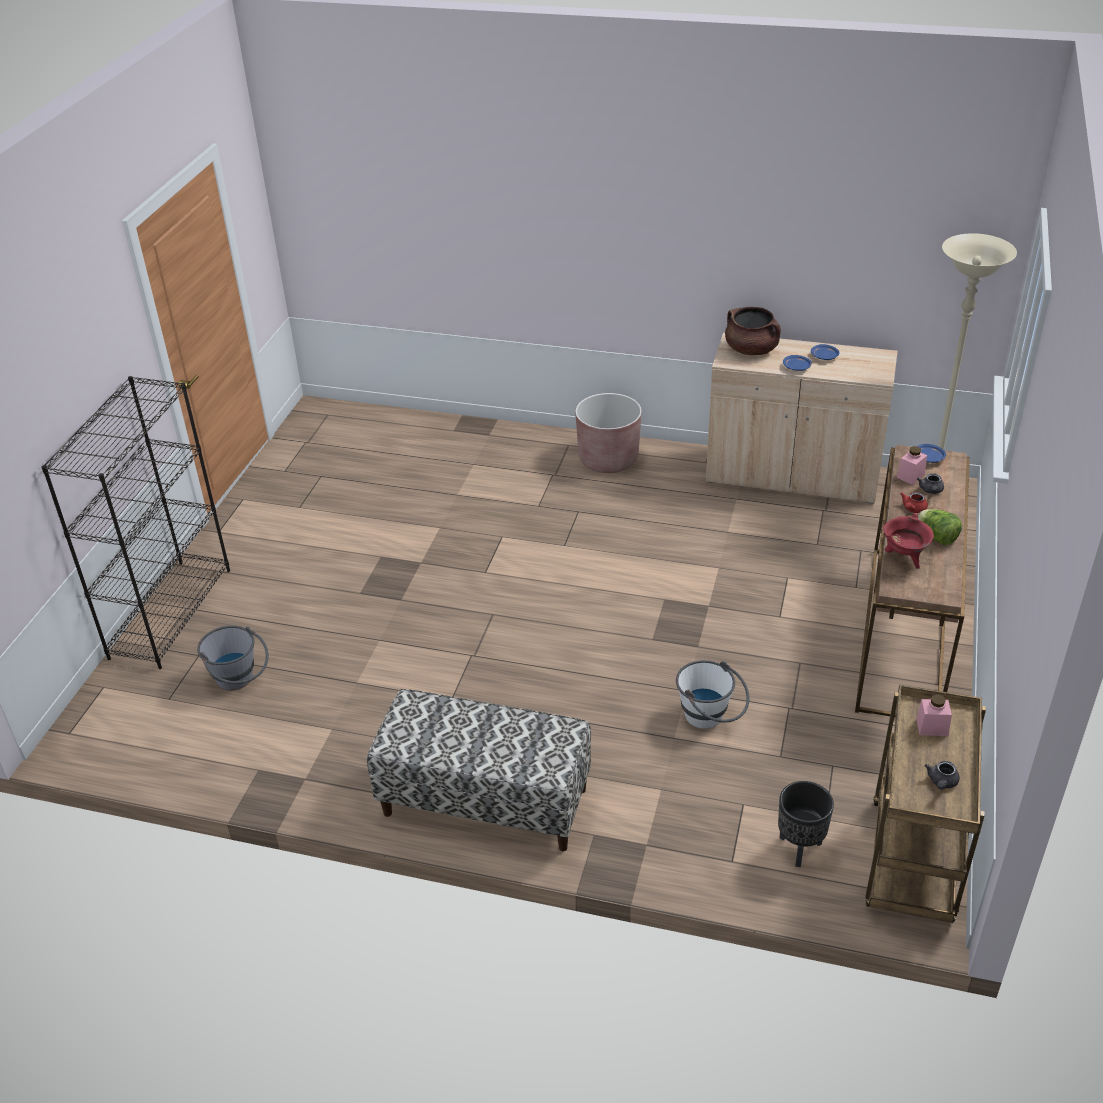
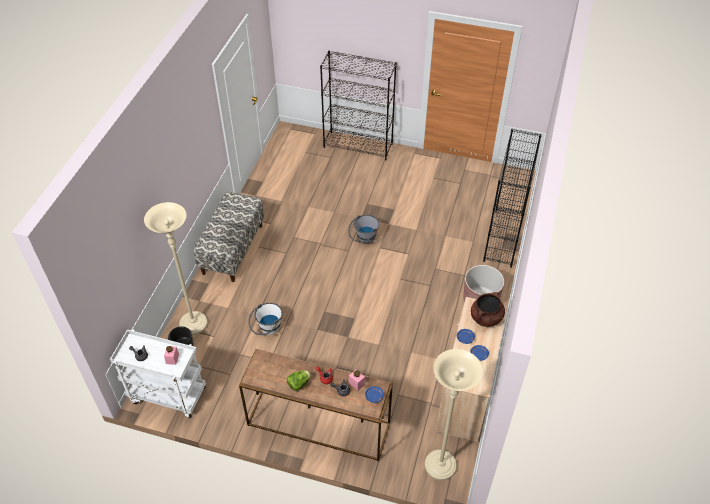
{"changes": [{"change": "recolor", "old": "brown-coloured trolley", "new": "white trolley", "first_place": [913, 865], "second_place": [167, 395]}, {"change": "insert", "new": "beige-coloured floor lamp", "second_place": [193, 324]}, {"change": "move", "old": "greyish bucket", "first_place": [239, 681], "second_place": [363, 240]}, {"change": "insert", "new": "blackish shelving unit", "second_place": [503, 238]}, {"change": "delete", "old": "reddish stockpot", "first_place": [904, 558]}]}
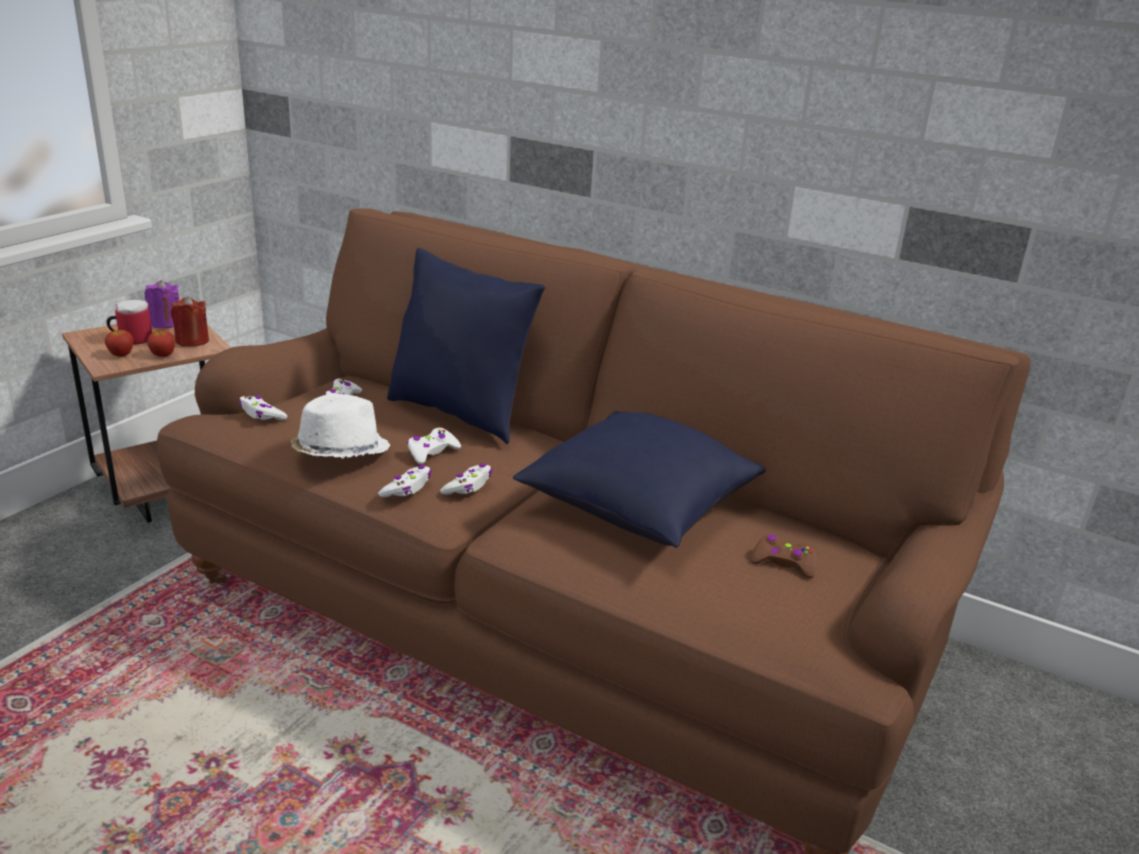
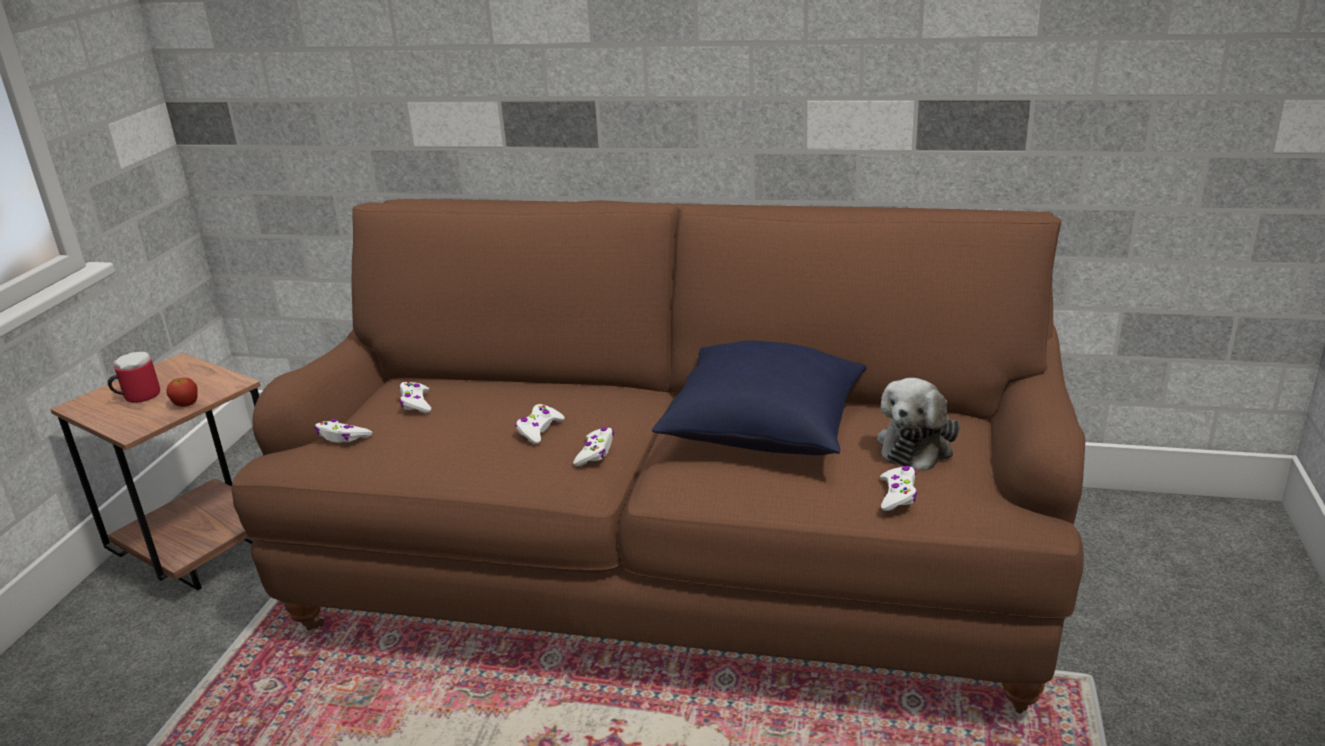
{"changes": [{"change": "replace", "old": "brown-coloured gamepad", "new": "cuddly toy", "first_place": [783, 563], "second_place": [918, 445]}, {"change": "move", "old": "white gamepad", "first_place": [407, 488], "second_place": [898, 495]}, {"change": "delete", "old": "whole apple", "first_place": [121, 354]}, {"change": "delete", "old": "purplish candle", "first_place": [166, 323]}, {"change": "delete", "old": "reddish candle", "first_place": [192, 341]}, {"change": "delete", "old": "white hat", "first_place": [339, 452]}, {"change": "delete", "old": "blue-coloured pillow", "first_place": [460, 413]}]}
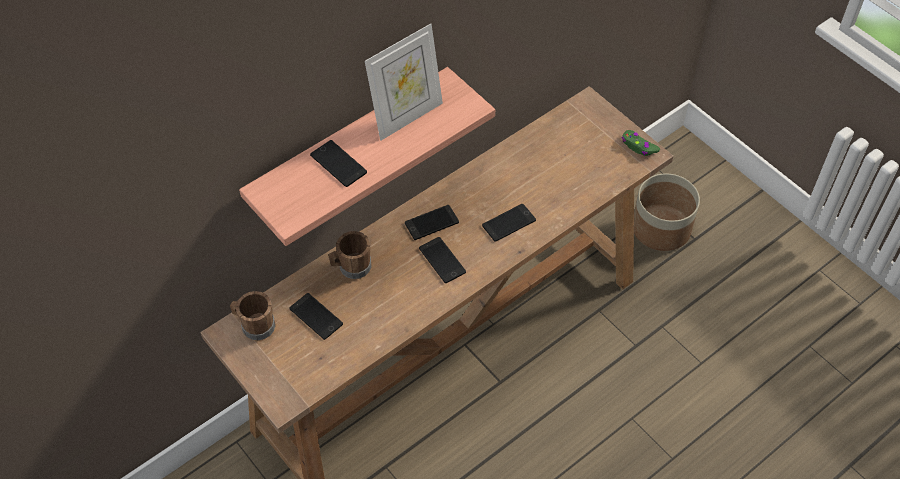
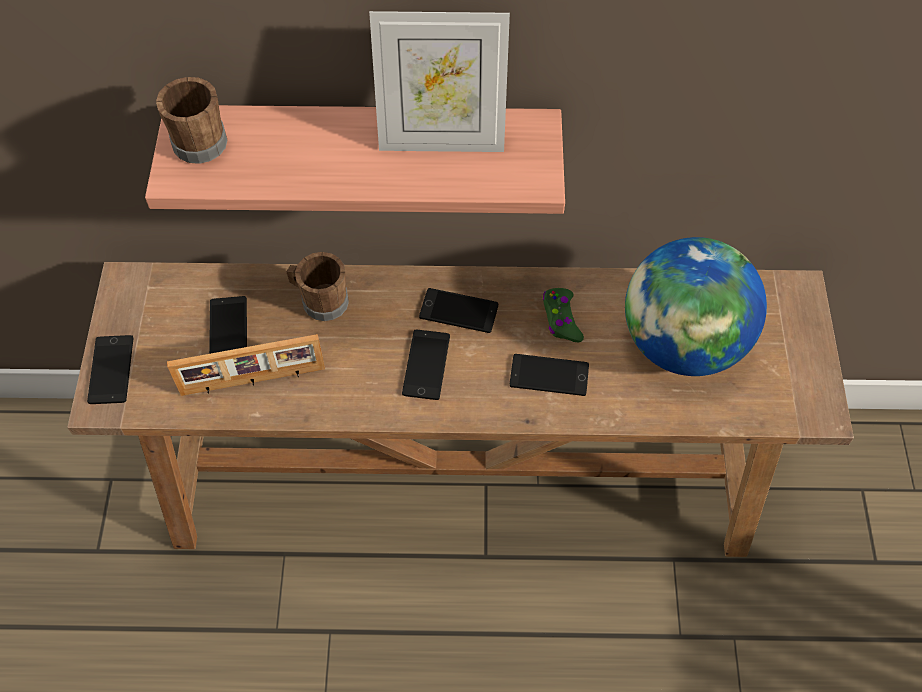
{"changes": [{"change": "move", "old": "handset", "first_place": [338, 164], "second_place": [111, 370]}, {"change": "move", "old": "brown-coloured mug", "first_place": [255, 325], "second_place": [197, 138]}, {"change": "insert", "new": "picture frame", "second_place": [253, 381]}, {"change": "move", "old": "greenish gamepad", "first_place": [638, 146], "second_place": [561, 319]}, {"change": "insert", "new": "world globe", "second_place": [682, 343]}, {"change": "delete", "old": "plant pot", "first_place": [660, 228]}]}
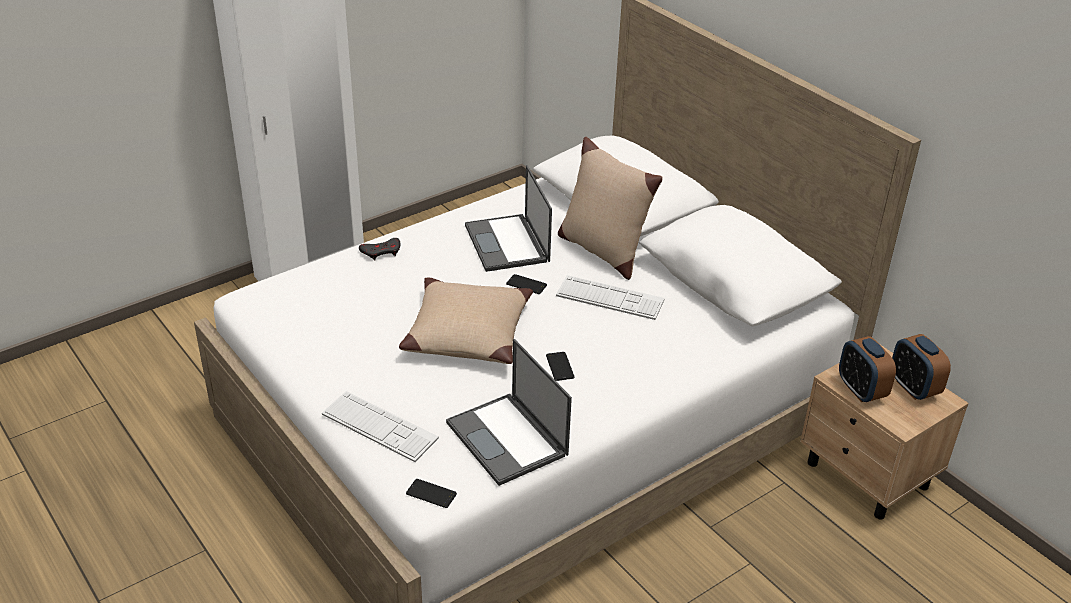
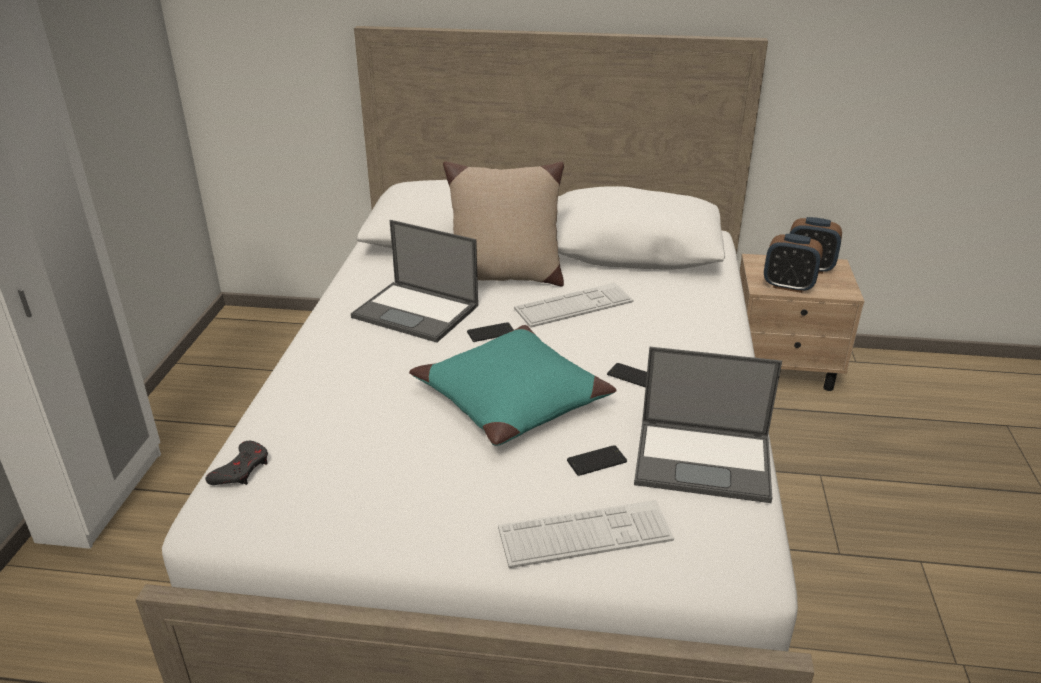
{"changes": [{"change": "move", "old": "greyish gamepad", "first_place": [381, 252], "second_place": [241, 469]}, {"change": "recolor", "old": "beige-coloured pillow", "new": "blue-green pillow", "first_place": [466, 333], "second_place": [511, 399]}, {"change": "move", "old": "handset", "first_place": [431, 494], "second_place": [597, 461]}]}
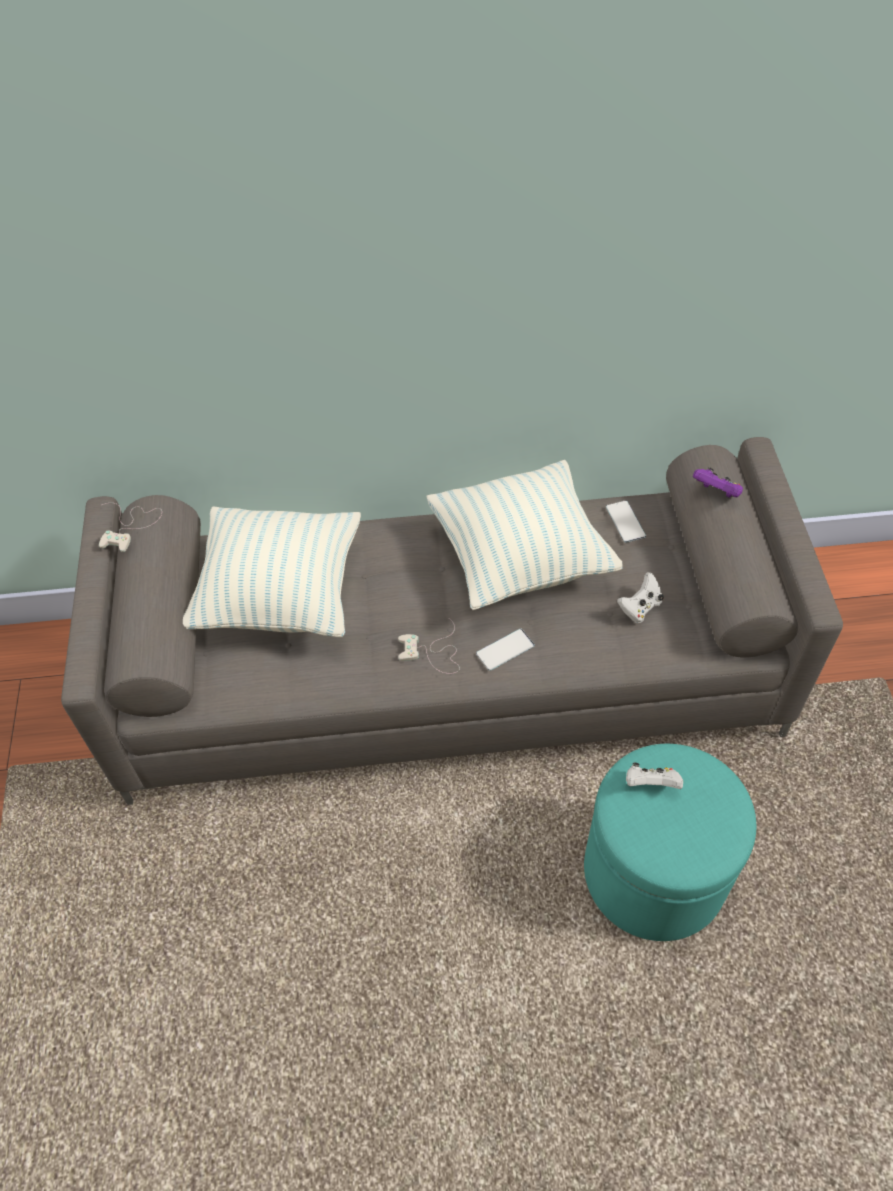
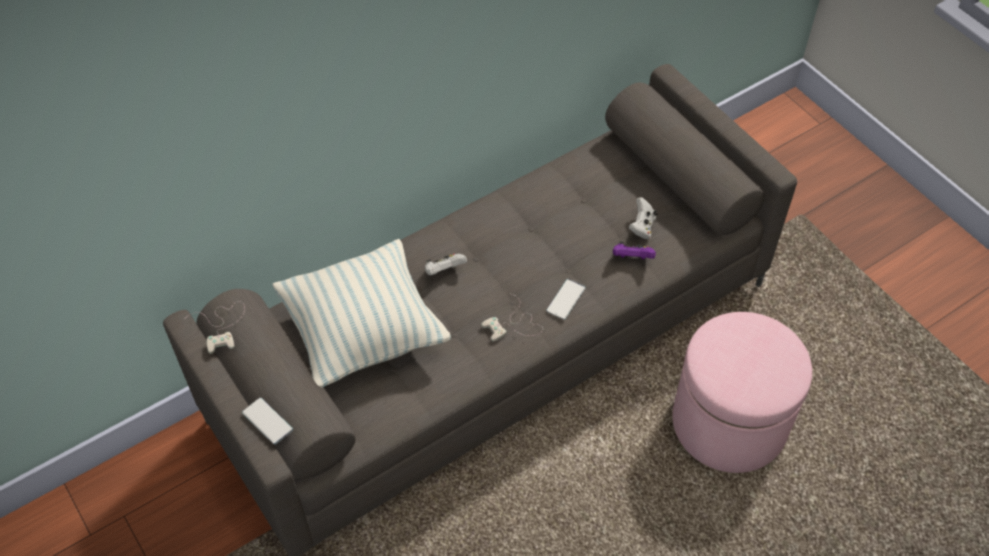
{"changes": [{"change": "move", "old": "handset", "first_place": [625, 522], "second_place": [267, 421]}, {"change": "move", "old": "white gamepad", "first_place": [651, 784], "second_place": [444, 271]}, {"change": "move", "old": "purplish gamepad", "first_place": [716, 492], "second_place": [632, 258]}, {"change": "recolor", "old": "blue-green ottoman", "new": "pink ottoman", "first_place": [654, 872], "second_place": [729, 422]}, {"change": "delete", "old": "pillow", "first_place": [520, 558]}]}
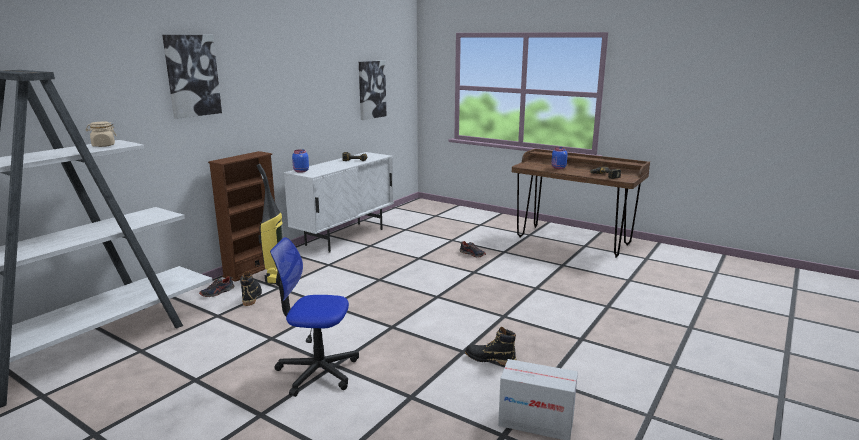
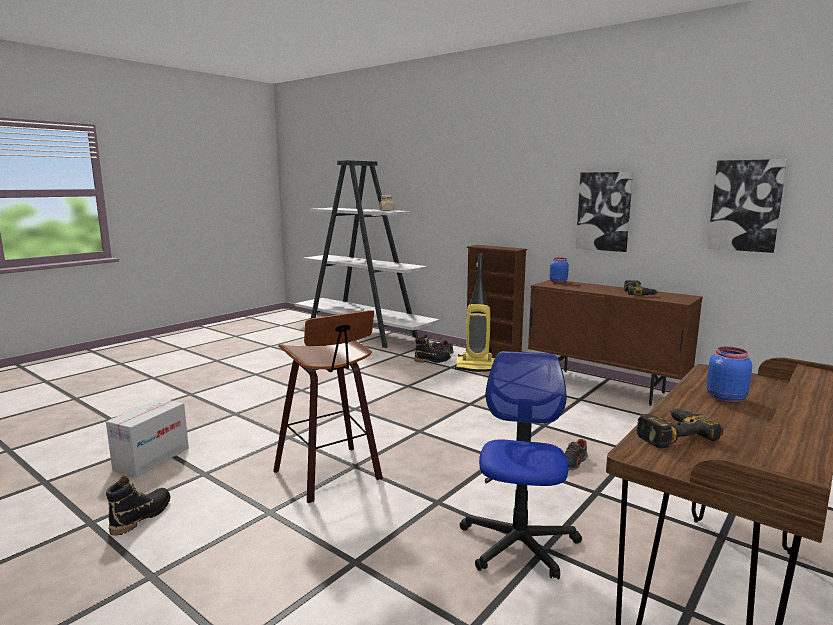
{"changes": [{"change": "move", "old": "blackish high-top boot", "first_place": [490, 359], "second_place": [142, 516]}, {"change": "insert", "new": "stool", "second_place": [332, 475]}, {"change": "move", "old": "desk chair", "first_place": [317, 371], "second_place": [518, 543]}, {"change": "recolor", "old": "white storage cabinet", "new": "brown-coloured storage cabinet", "first_place": [345, 237], "second_place": [604, 387]}, {"change": "move", "old": "picture", "first_place": [192, 75], "second_place": [604, 211]}]}
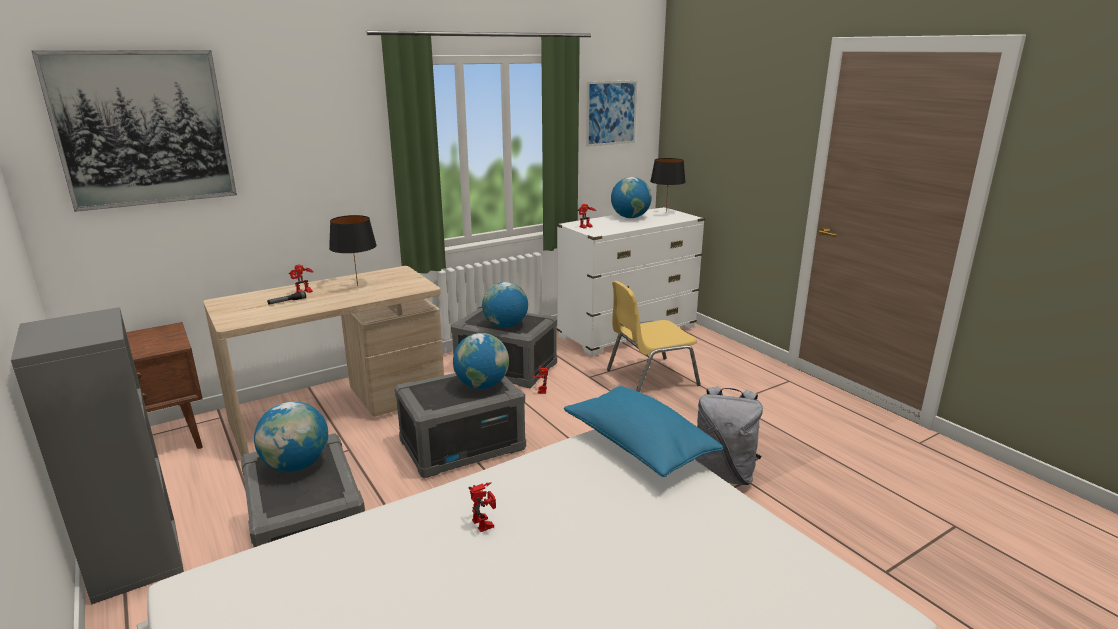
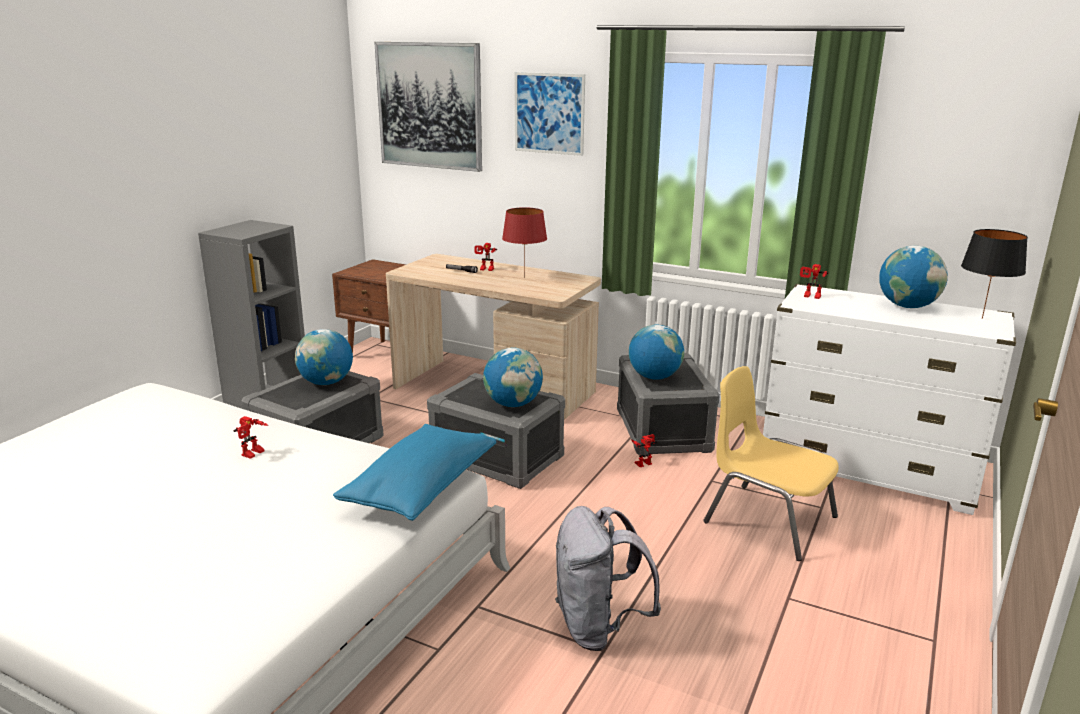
{"changes": [{"change": "recolor", "old": "blackish lamp for a table", "new": "reddish lamp for a table", "first_place": [357, 286], "second_place": [524, 278]}, {"change": "move", "old": "picture", "first_place": [611, 113], "second_place": [549, 113]}]}
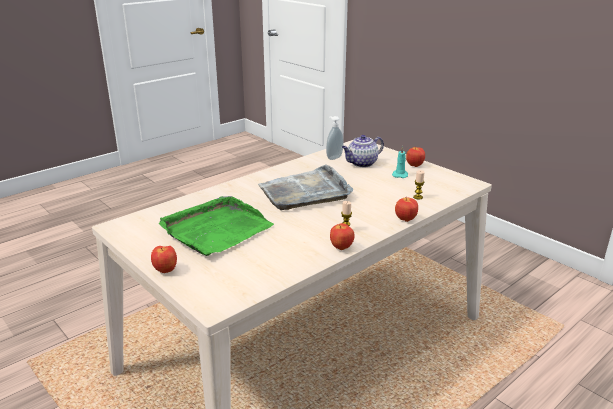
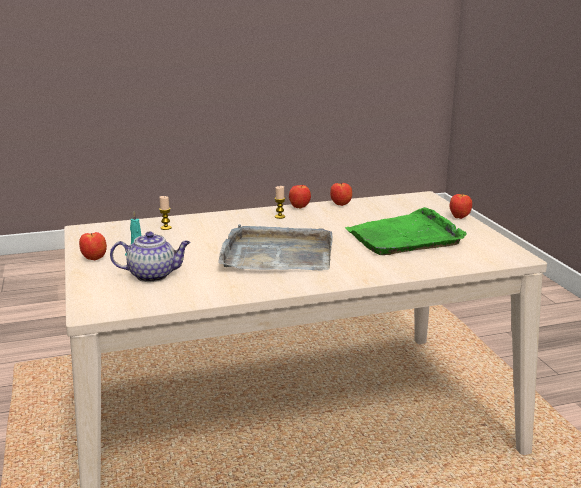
{"changes": [{"change": "move", "old": "whole apple", "first_place": [405, 219], "second_place": [341, 205]}, {"change": "delete", "old": "soap bottle", "first_place": [333, 157]}]}
